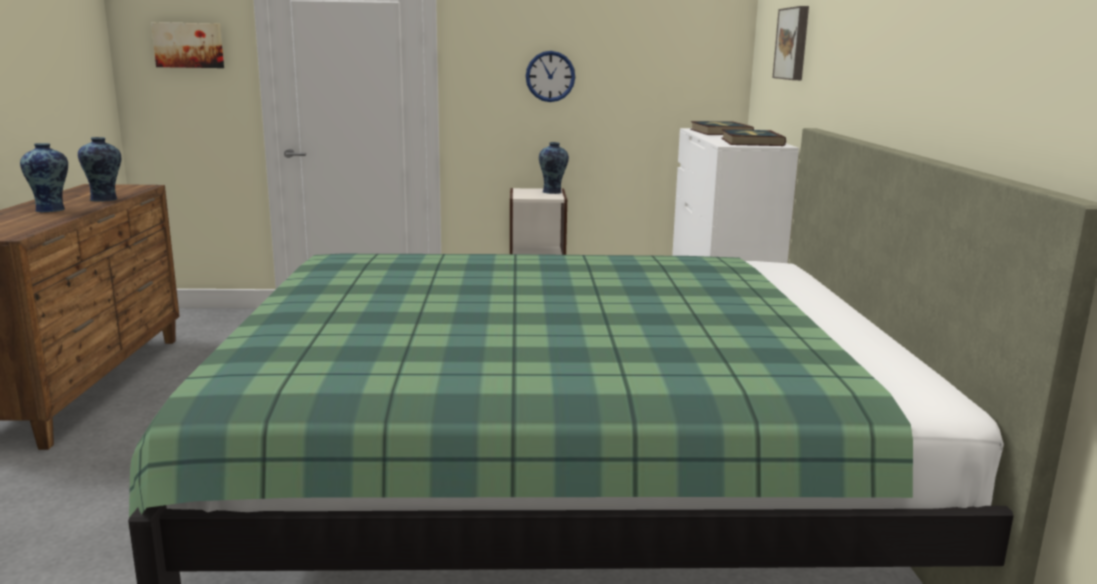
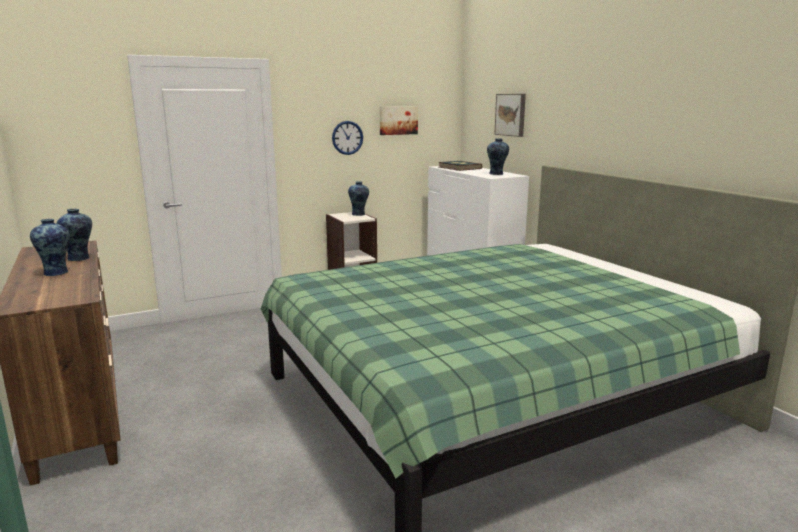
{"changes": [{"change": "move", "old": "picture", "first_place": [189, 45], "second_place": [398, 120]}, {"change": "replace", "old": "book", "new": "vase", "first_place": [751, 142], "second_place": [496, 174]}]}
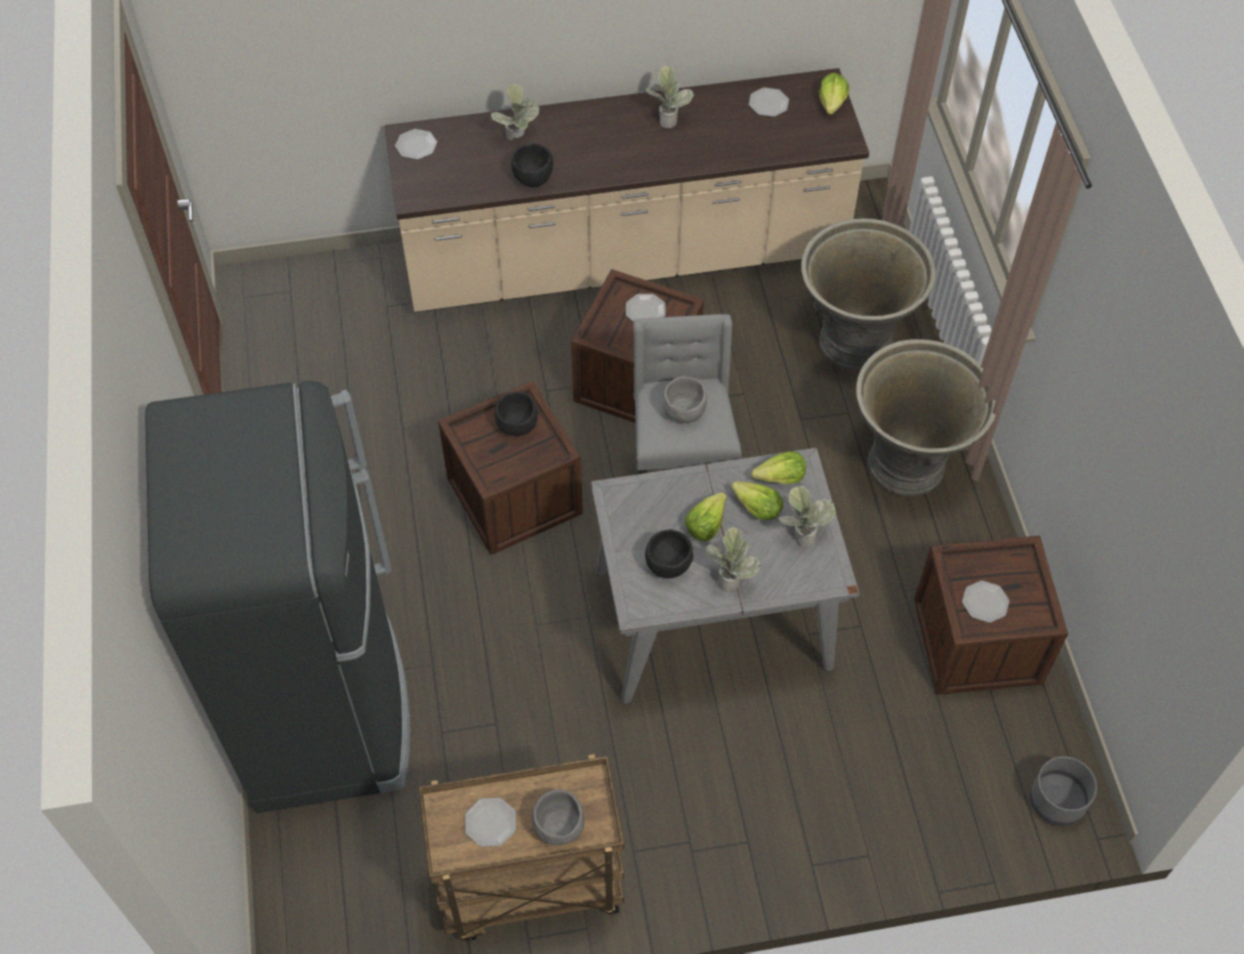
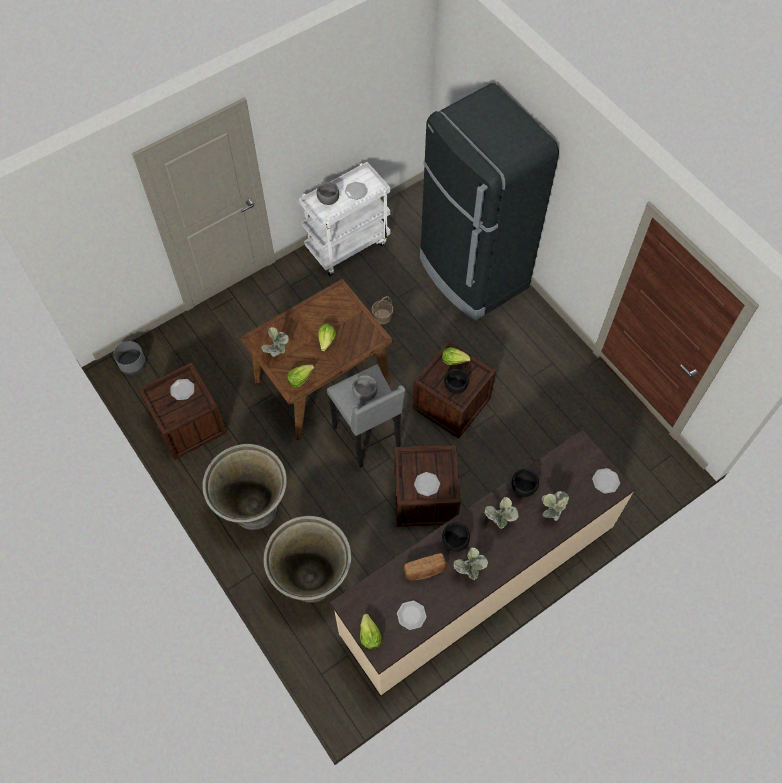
{"changes": [{"change": "recolor", "old": "greyish dinner table", "new": "brown-coloured dinner table", "first_place": [714, 618], "second_place": [321, 382]}, {"change": "recolor", "old": "brown-coloured trolley", "new": "white trolley", "first_place": [529, 886], "second_place": [348, 245]}, {"change": "insert", "new": "storage basket", "second_place": [382, 316]}, {"change": "insert", "new": "bread", "second_place": [425, 570]}, {"change": "move", "old": "lettuce head", "first_place": [756, 508], "second_place": [454, 360]}, {"change": "move", "old": "blackish serving bowl", "first_place": [669, 566], "second_place": [454, 541]}, {"change": "move", "old": "plant in a pot", "first_place": [730, 578], "second_place": [499, 522]}]}
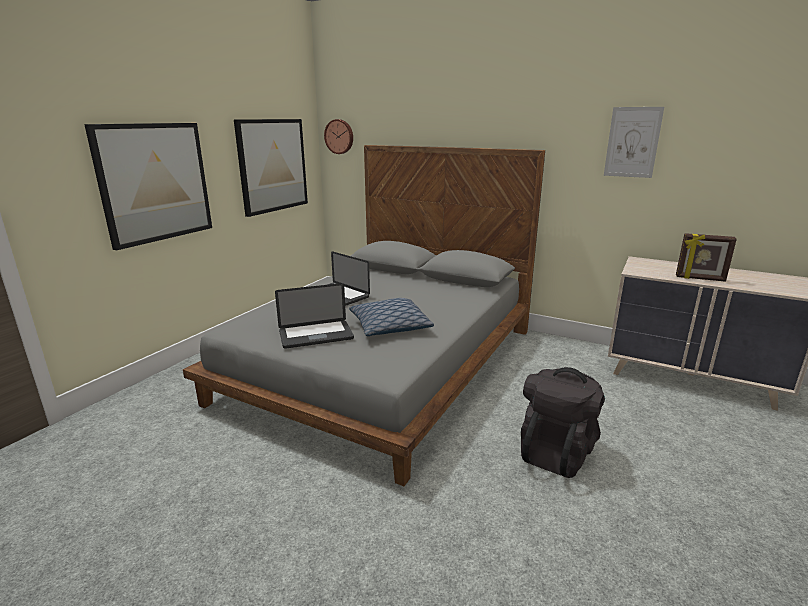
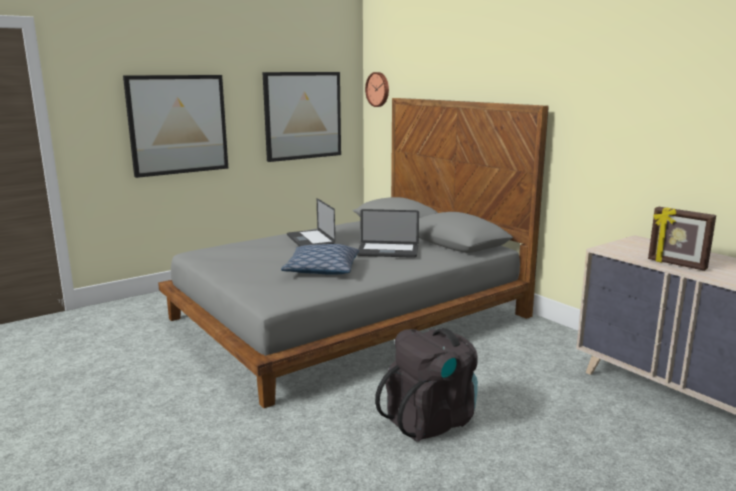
{"changes": [{"change": "move", "old": "portable computer", "first_place": [316, 335], "second_place": [388, 251]}, {"change": "delete", "old": "picture", "first_place": [632, 142]}]}
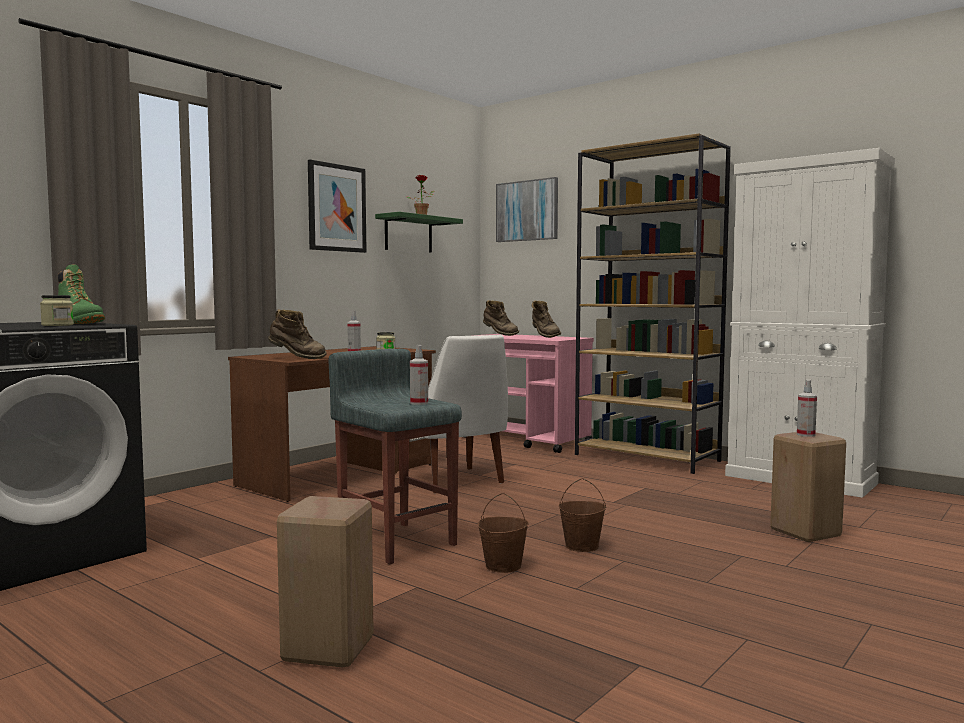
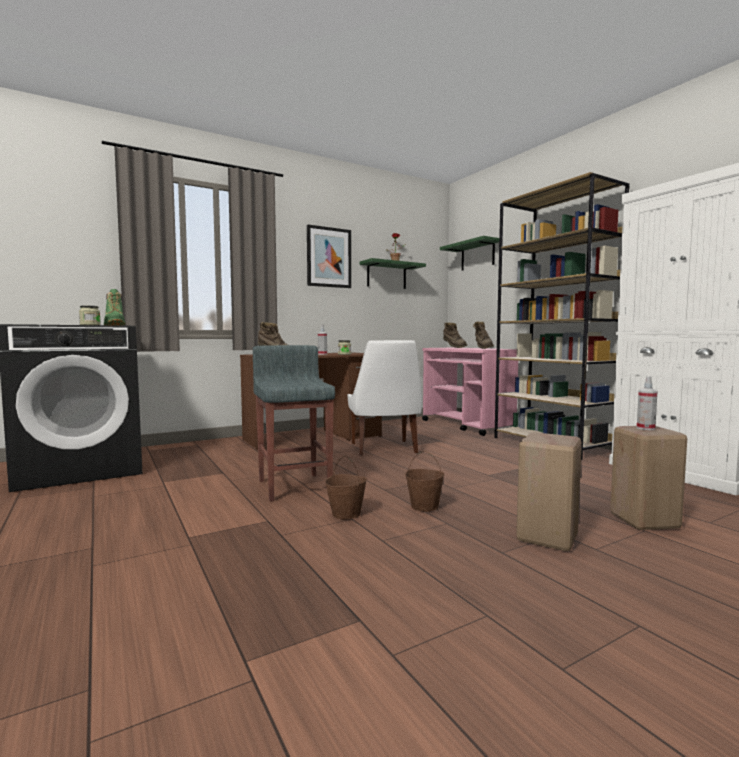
{"changes": [{"change": "replace", "old": "picture", "new": "greenish wall shelf", "first_place": [527, 211], "second_place": [477, 255]}, {"change": "move", "old": "beige-coloured stool", "first_place": [325, 650], "second_place": [545, 538]}, {"change": "delete", "old": "spray bottle", "first_place": [419, 403]}]}
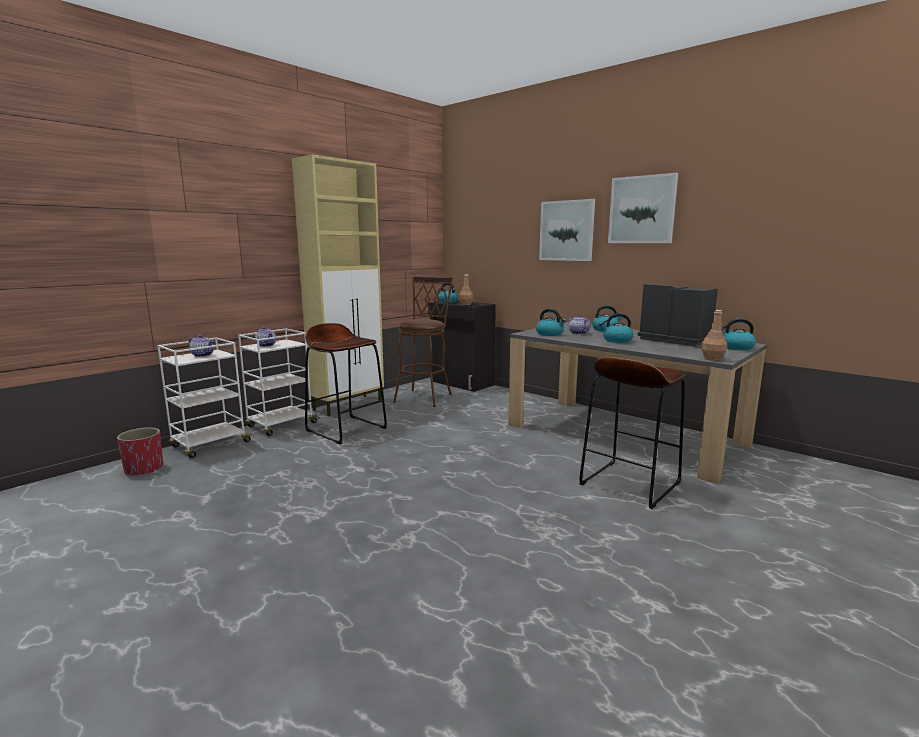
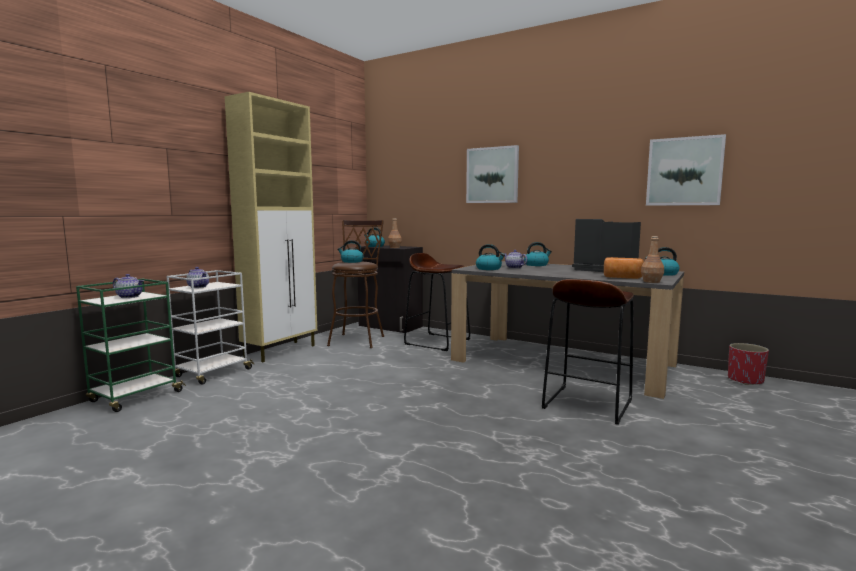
{"changes": [{"change": "recolor", "old": "white trolley", "new": "greenish trolley", "first_place": [210, 445], "second_place": [135, 397]}, {"change": "move", "old": "kettle", "first_place": [616, 340], "second_place": [351, 261]}, {"change": "move", "old": "brown-coloured stool", "first_place": [346, 429], "second_place": [437, 342]}, {"change": "insert", "new": "bread", "second_place": [622, 277]}, {"change": "move", "old": "picture", "first_place": [642, 210], "second_place": [684, 171]}, {"change": "move", "old": "reddish plant pot", "first_place": [144, 469], "second_place": [745, 380]}]}
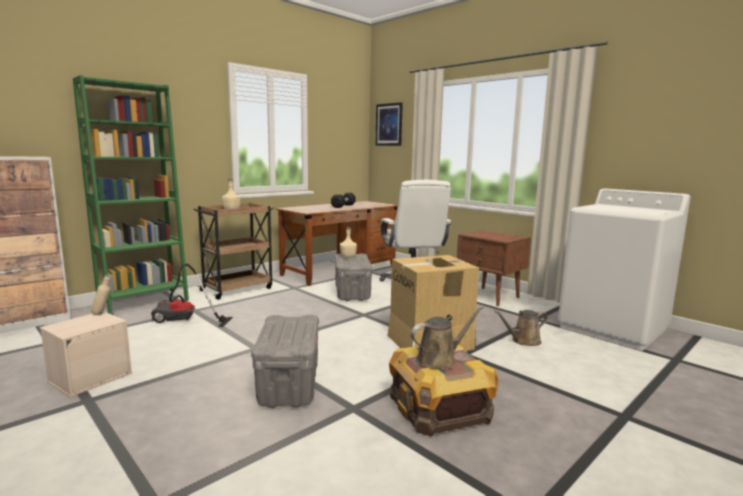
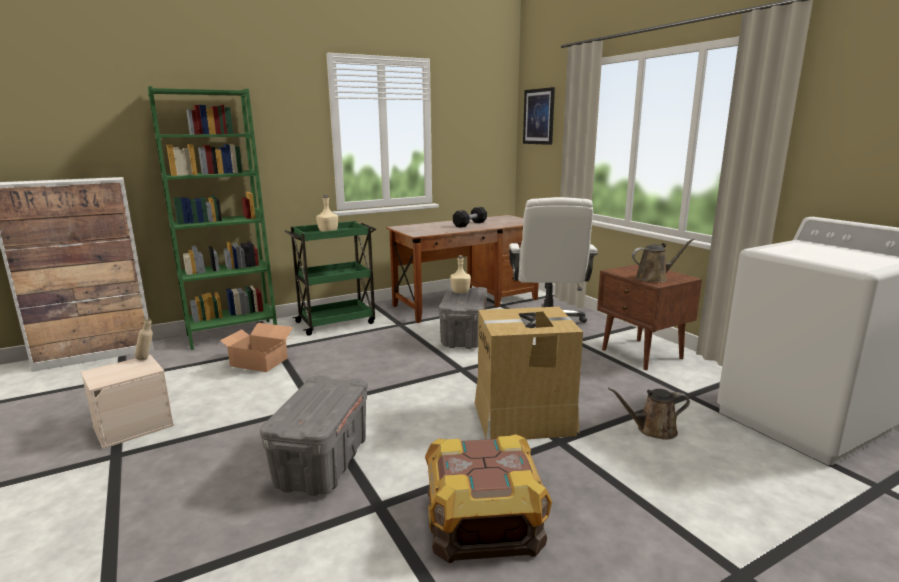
{"changes": [{"change": "replace", "old": "vacuum", "new": "packing box", "first_place": [184, 321], "second_place": [259, 362]}, {"change": "recolor", "old": "brown-coloured trolley", "new": "greenish trolley", "first_place": [238, 289], "second_place": [337, 322]}, {"change": "move", "old": "brown-coloured sprinkling can", "first_place": [439, 359], "second_place": [654, 278]}]}
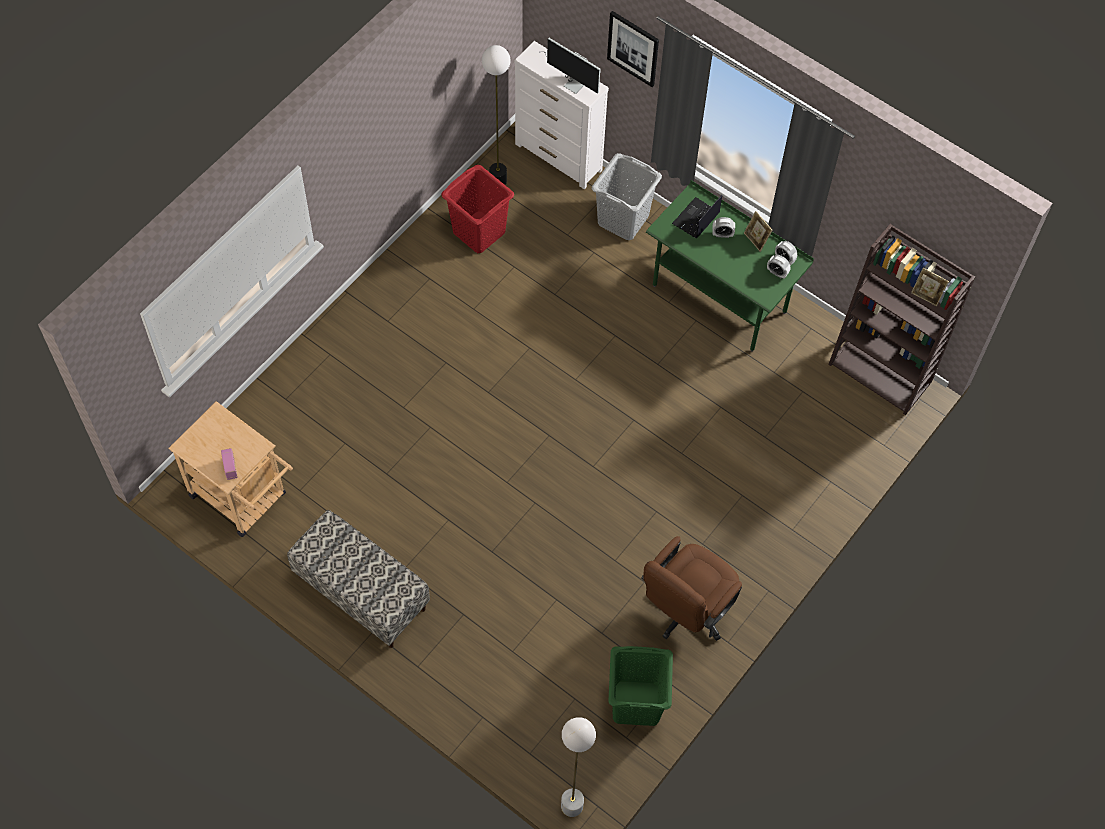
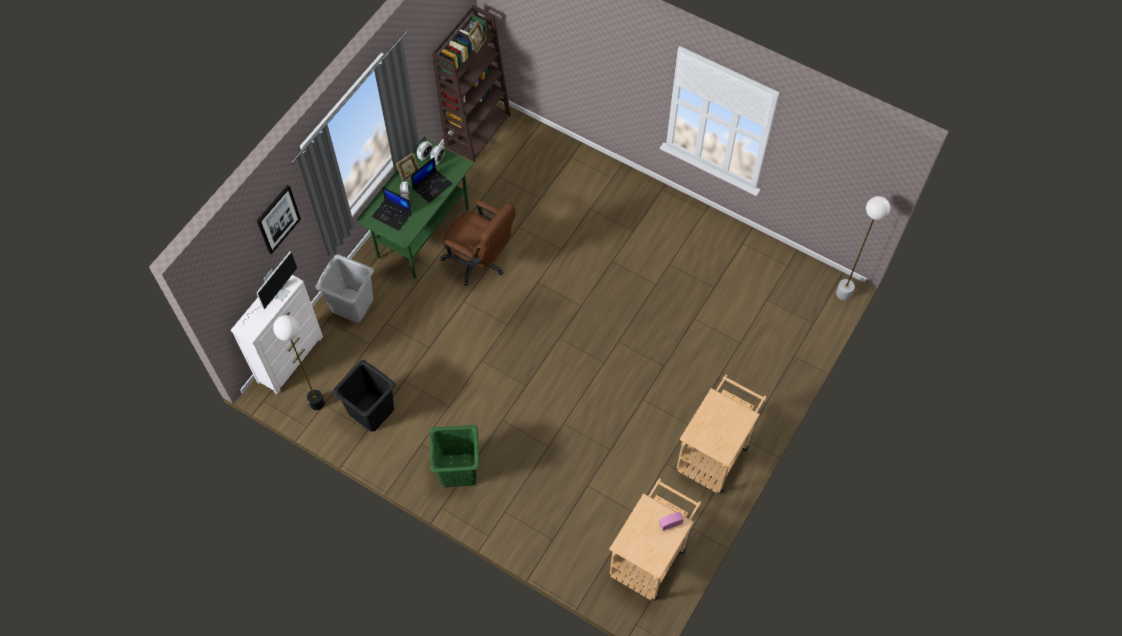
{"changes": [{"change": "recolor", "old": "reddish laundry basket", "new": "blackish laundry basket", "first_place": [479, 232], "second_place": [372, 411]}, {"change": "insert", "new": "portable computer", "second_place": [432, 186]}, {"change": "move", "old": "greenish laundry basket", "first_place": [636, 702], "second_place": [458, 469]}, {"change": "move", "old": "brown-coloured desk chair", "first_place": [686, 611], "second_place": [480, 262]}, {"change": "replace", "old": "long seat", "new": "beige-coloured trolley", "first_place": [361, 592], "second_place": [715, 452]}]}
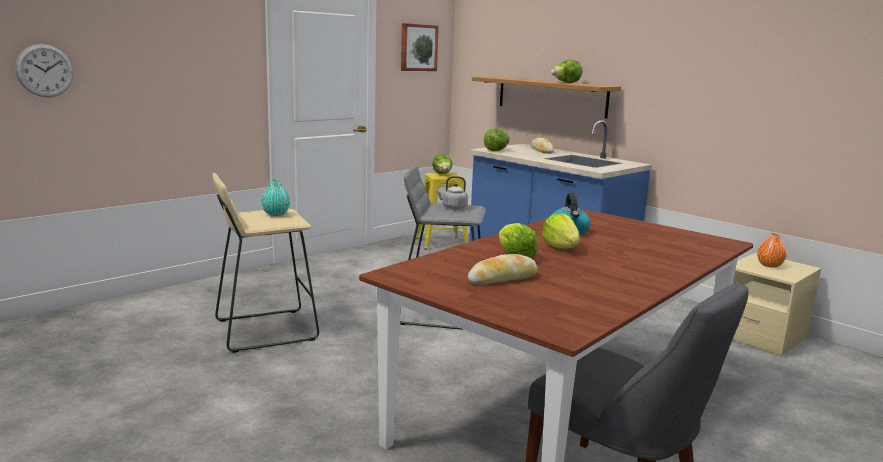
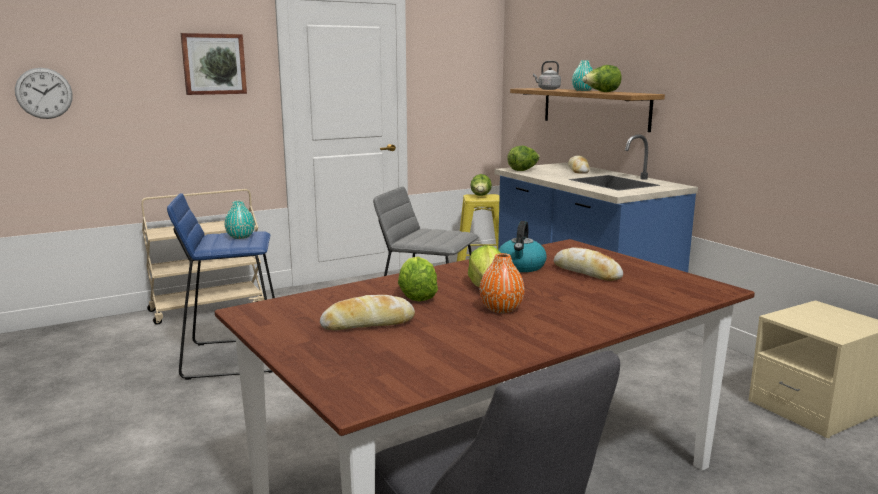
{"changes": [{"change": "insert", "new": "beige-coloured trolley", "second_place": [208, 308]}, {"change": "recolor", "old": "beige-coloured stool", "new": "blue-coloured stool", "first_place": [265, 330], "second_place": [233, 357]}, {"change": "move", "old": "picture", "first_place": [418, 47], "second_place": [214, 64]}, {"change": "move", "old": "orange-coloured vase", "first_place": [769, 265], "second_place": [501, 309]}, {"change": "move", "old": "greyish kettle", "first_place": [453, 207], "second_place": [547, 89]}, {"change": "insert", "new": "bread", "second_place": [587, 272]}, {"change": "insert", "new": "blue-green vase", "second_place": [583, 90]}]}
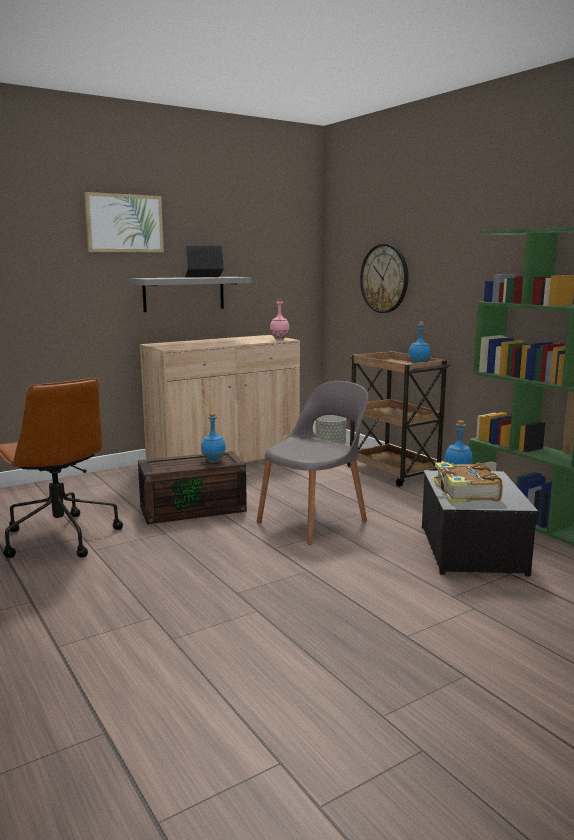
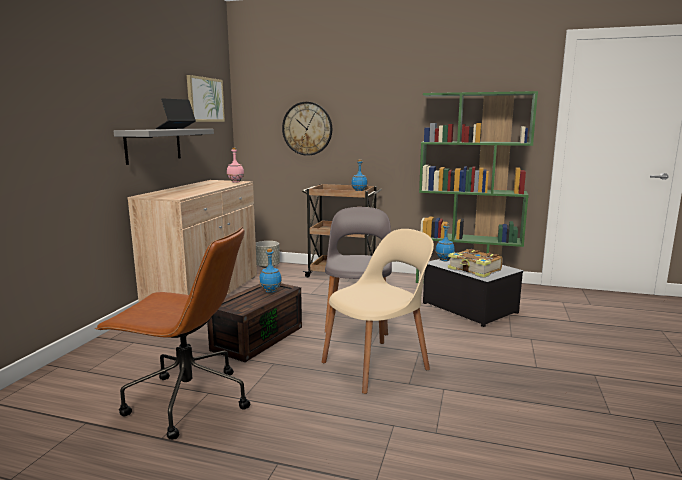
{"changes": [{"change": "move", "old": "picture", "first_place": [124, 223], "second_place": [205, 99]}, {"change": "insert", "new": "beige-coloured upright chair", "second_place": [377, 365]}]}
